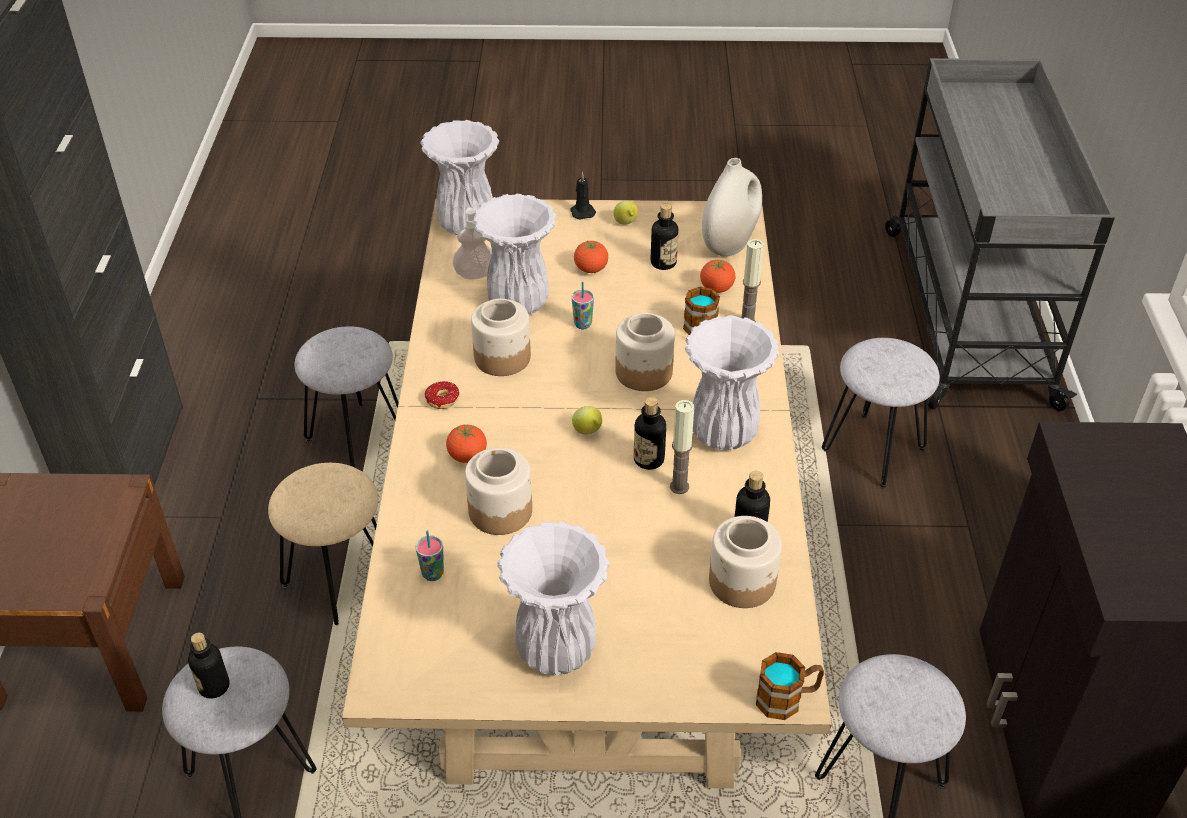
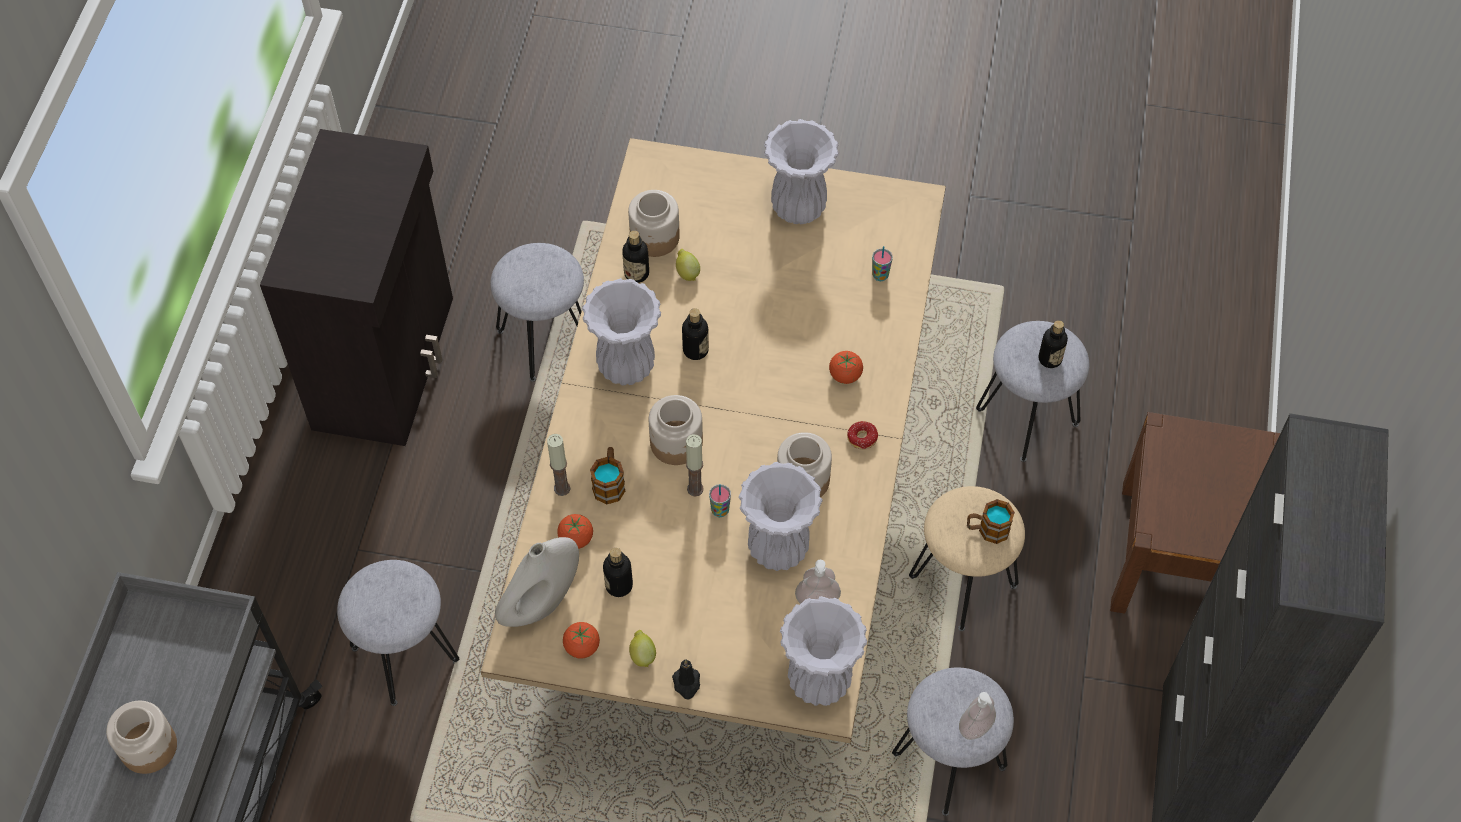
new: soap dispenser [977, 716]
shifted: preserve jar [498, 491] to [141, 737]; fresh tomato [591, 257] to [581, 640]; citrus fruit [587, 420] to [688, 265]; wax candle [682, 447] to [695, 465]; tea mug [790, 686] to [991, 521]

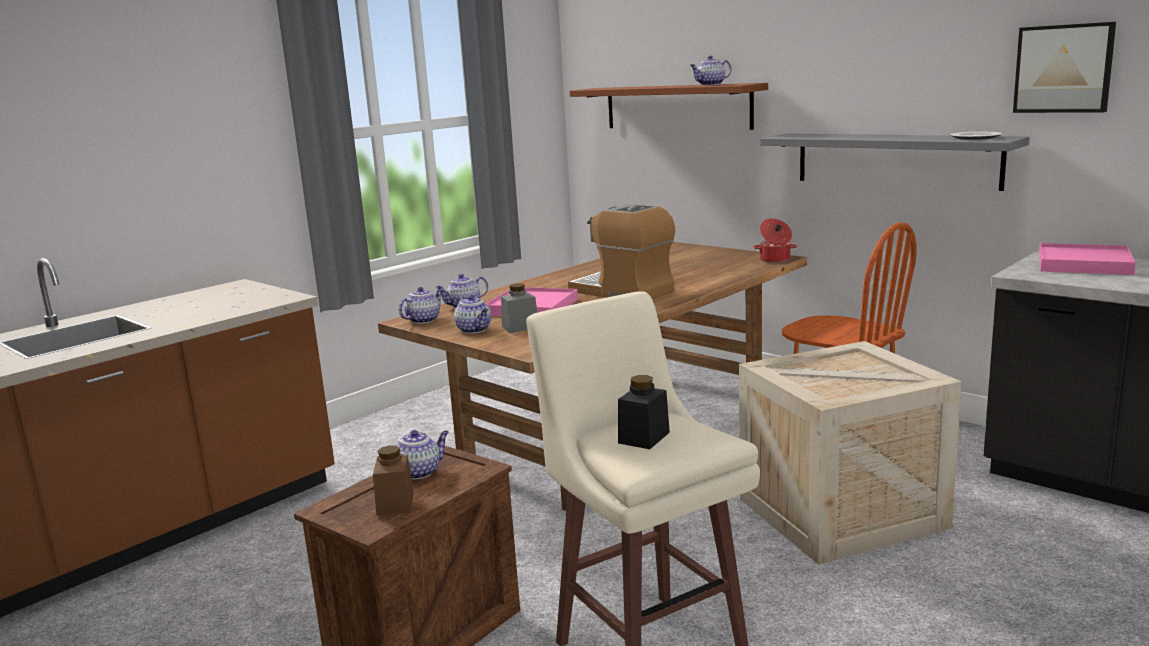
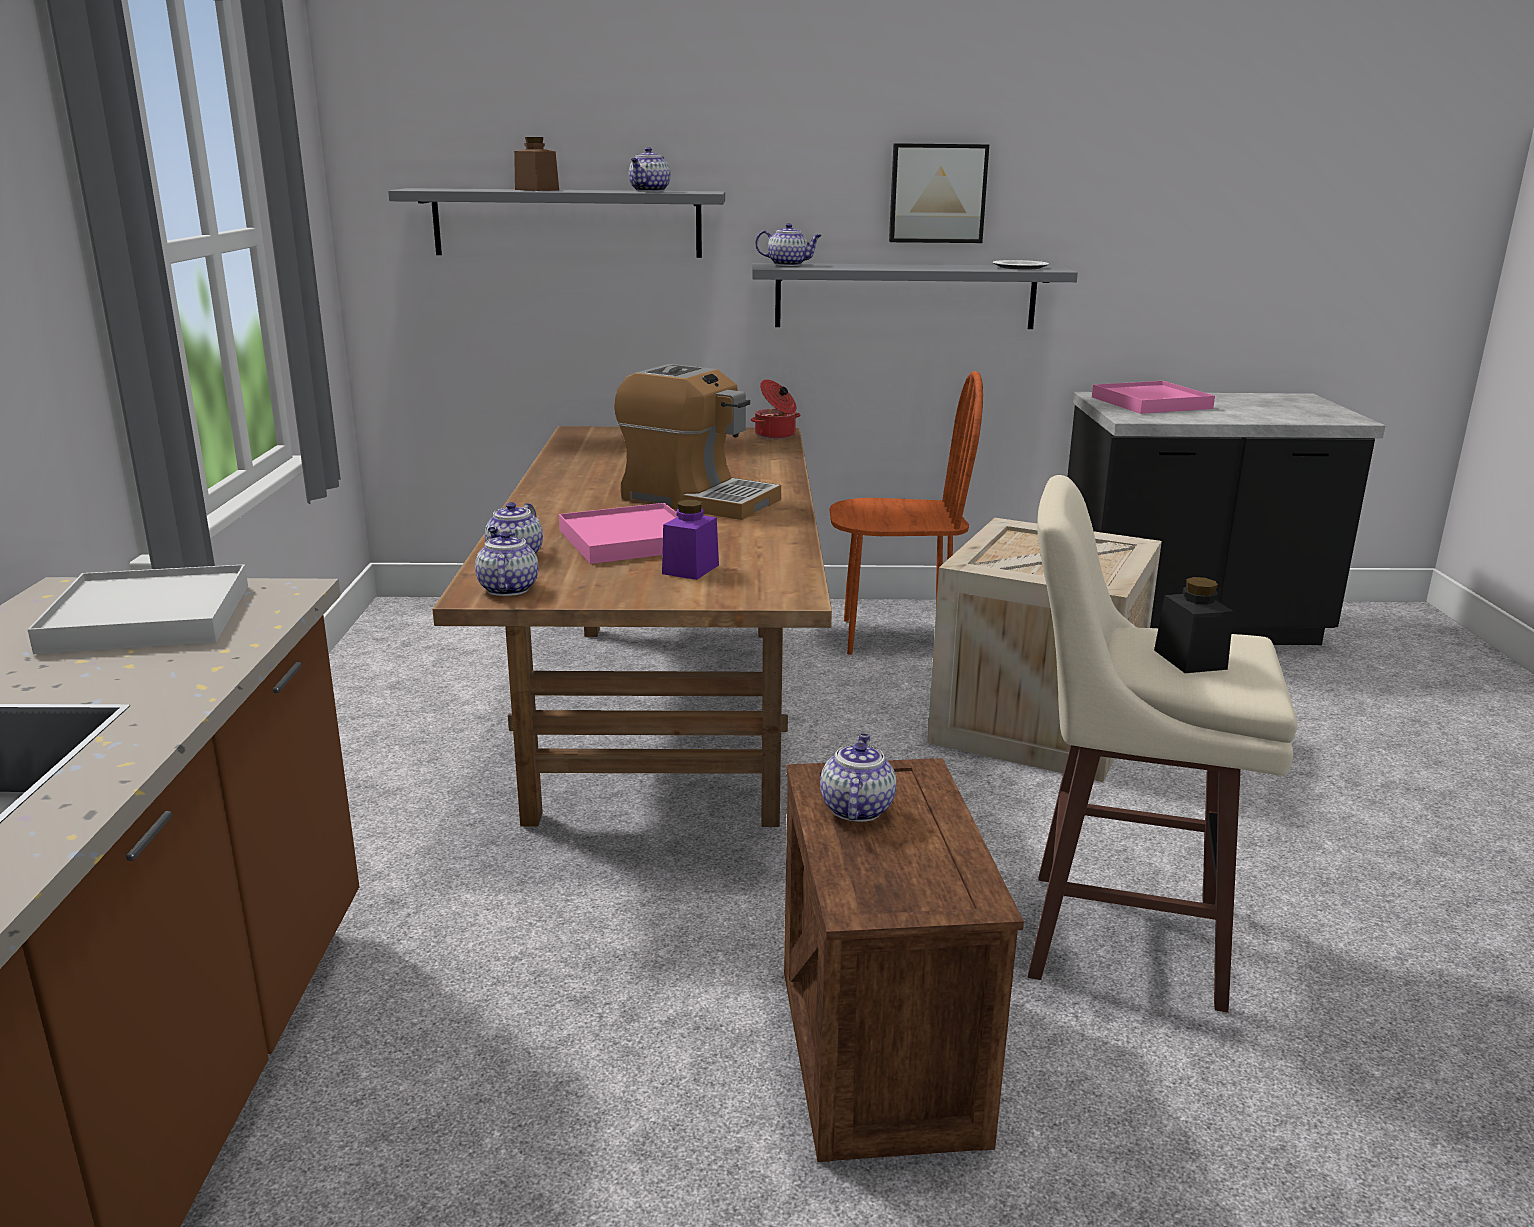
new: serving tray/white [137, 609]
shifted: preserve jar/brown-coloured [393, 480] to [536, 164]; tea pot [472, 314] to [788, 244]; picture [1064, 67] to [939, 193]
repainted: wall shelf/brown-coloured [669, 106] to wall shelf/gray [556, 223]; preserve jar/gray [519, 308] to preserve jar/purplish [690, 540]
rotated: coffee brewer [621, 251] = [697, 442] 150 degrees counterclockwise

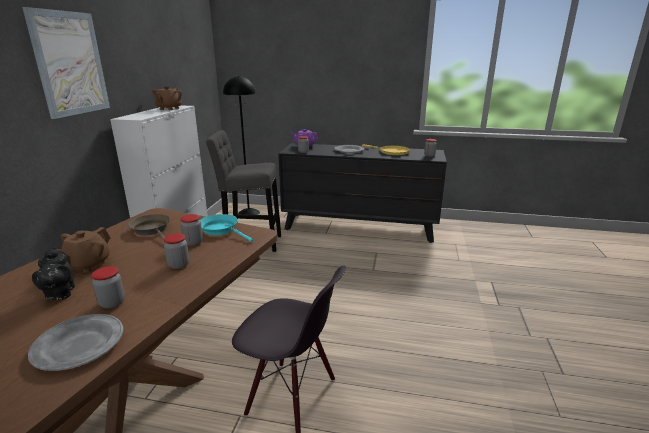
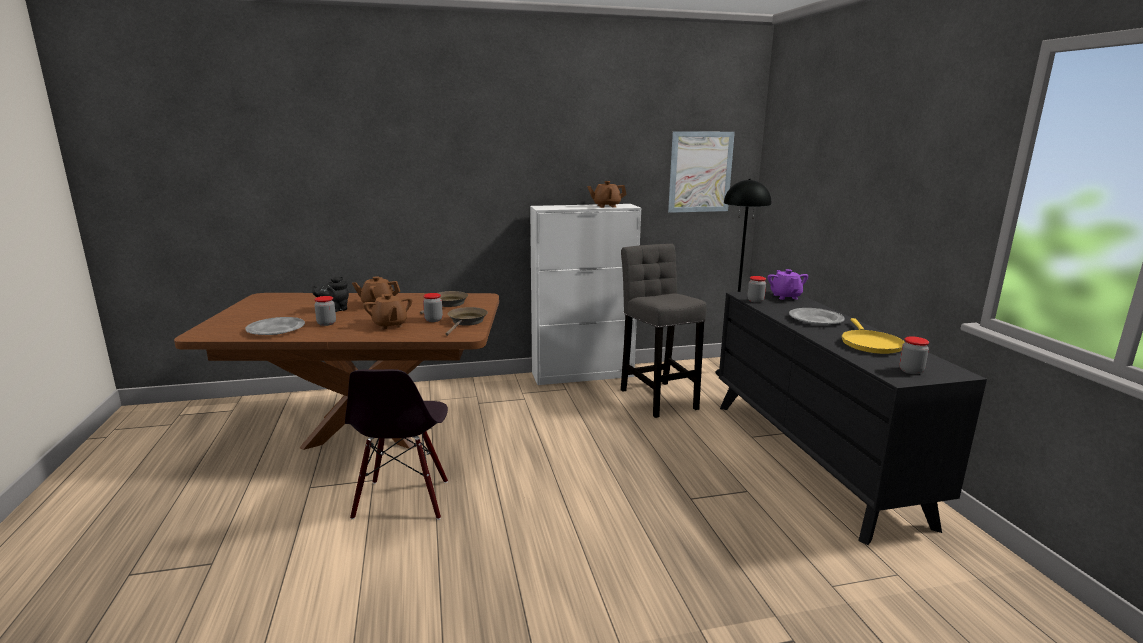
shifted: picture [66, 63] to [701, 172]
swapped: preserve jar [176, 251] to tea pot/brown-coloured [387, 312]
repainted: pan/blue-green [226, 228] to pan/brown-coloured [466, 321]

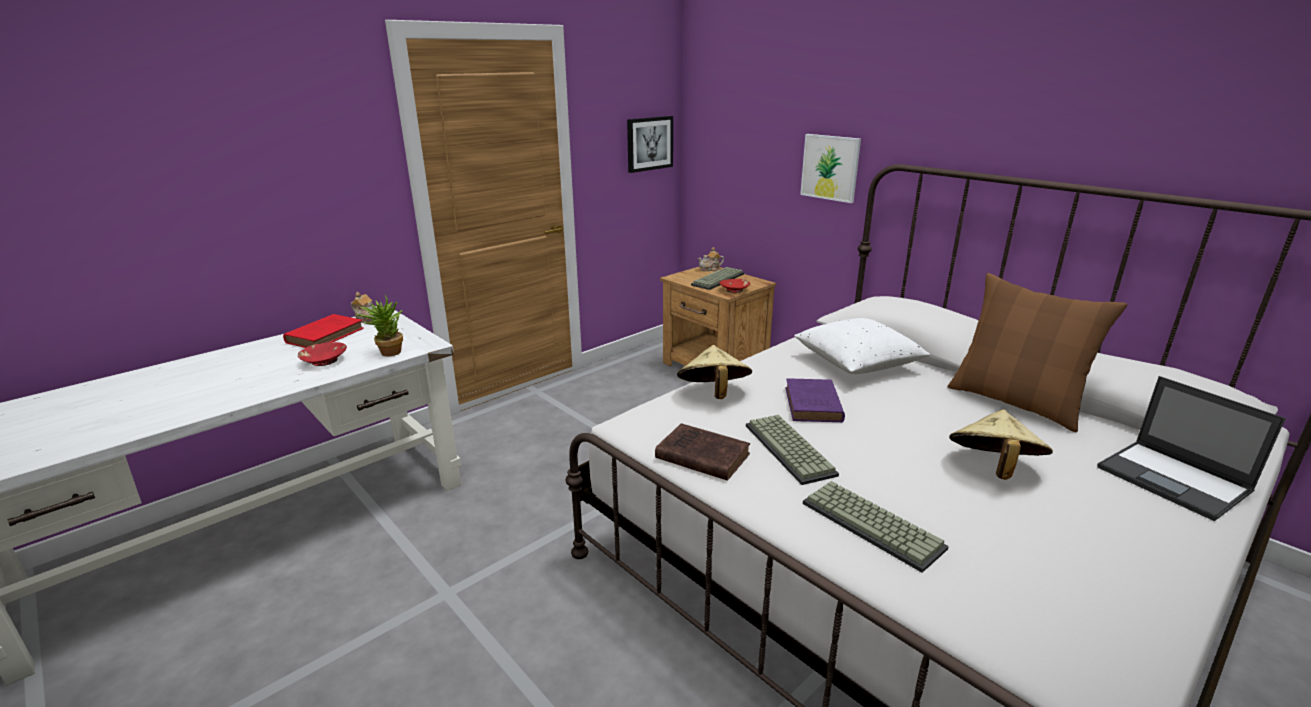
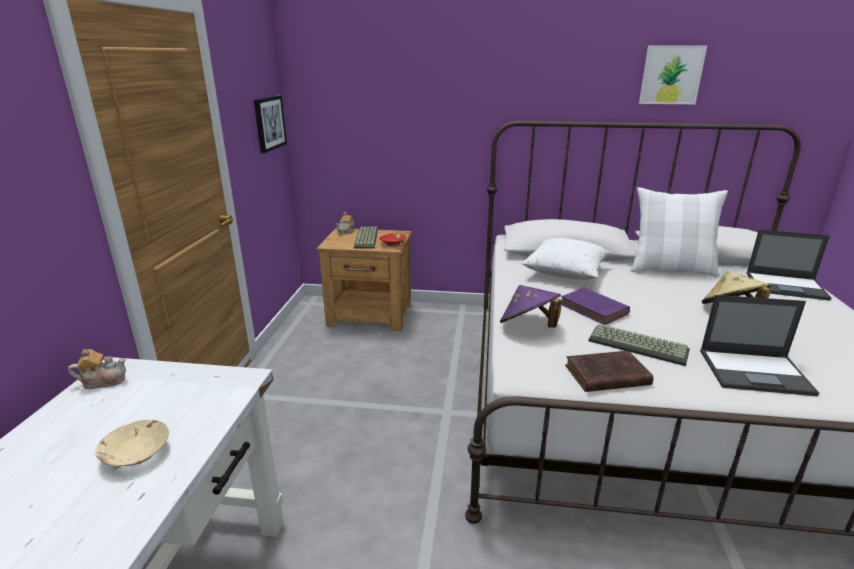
gone: book/reddish [323, 331]; potted plant [379, 325]
shifted: picture [830, 168] to [673, 74]
swapped: keyboard [876, 527] to notebook computer [759, 345]
repainted: deep dish/reddish [322, 354] to deep dish/beige-coloured [132, 443]; clothing hat/beige-coloured [714, 372] to clothing hat/purplish [531, 306]; throw pillow/brown-coloured [1037, 352] to throw pillow/white [679, 231]

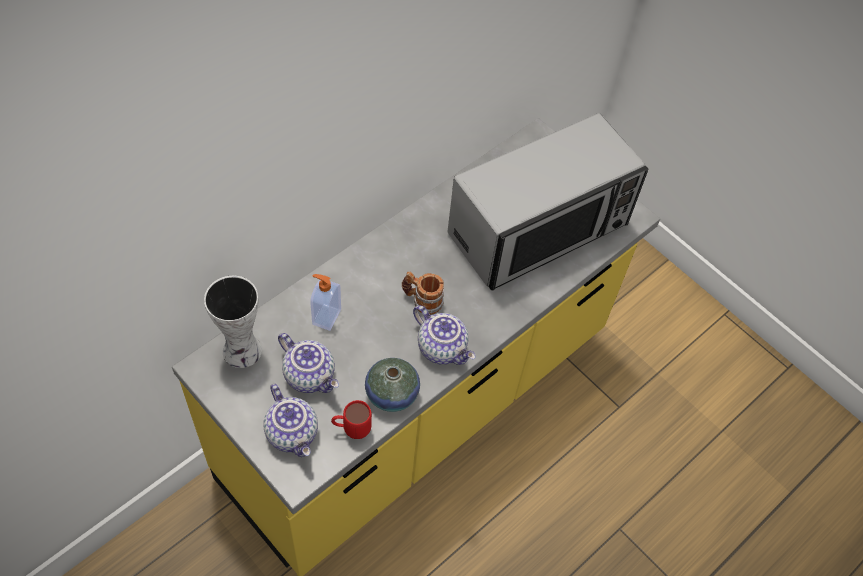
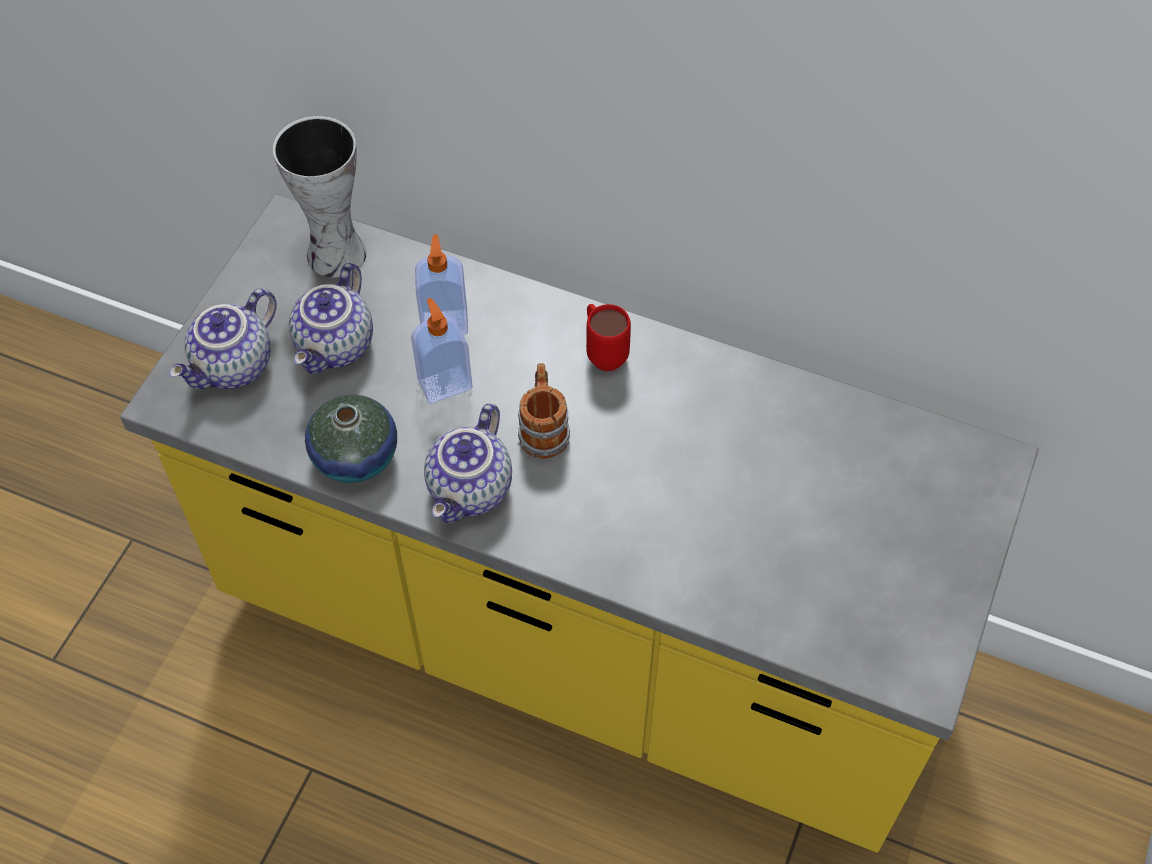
gone: kitchen microwave [548, 201]
new: soap dispenser [442, 351]
shifted: tea mug/reddish [351, 419] to [608, 337]

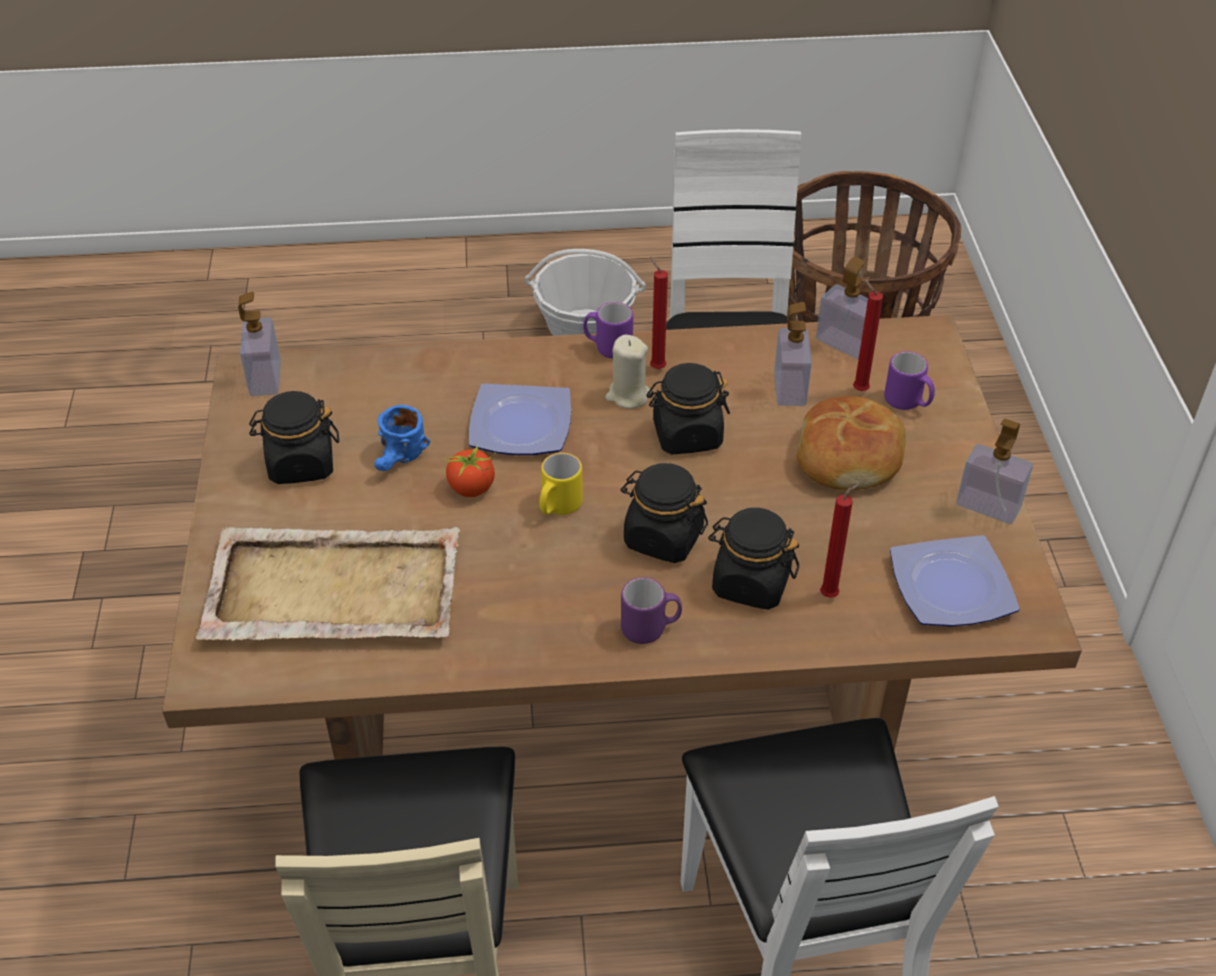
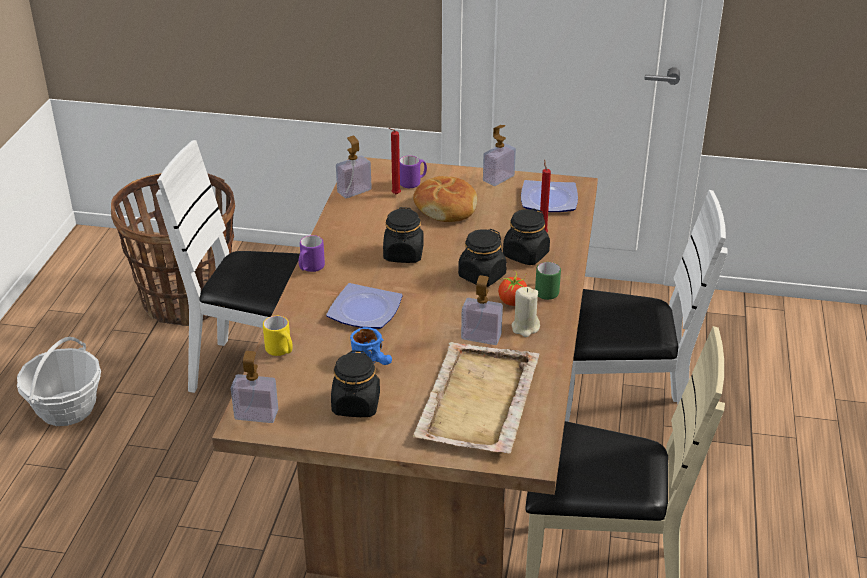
gone: wax candle/reddish [659, 313]
shifted: tea mug/yellow-coloured [561, 484] to [278, 336]; soap dispenser [793, 354] to [482, 310]; fresh tomato [469, 470] to [512, 288]; wax candle/beige-coloured [628, 371] to [525, 312]
repainted: tea mug/purplish [651, 610] to tea mug/green-coloured [548, 281]

